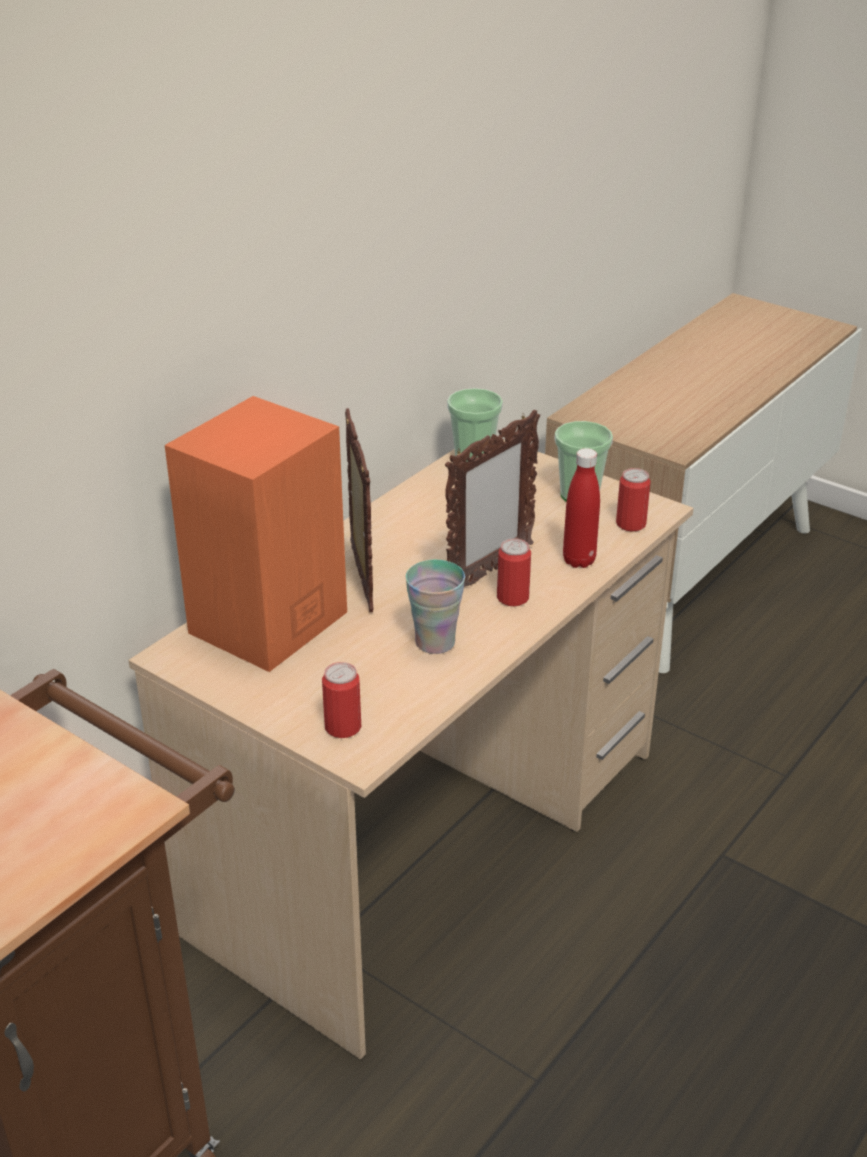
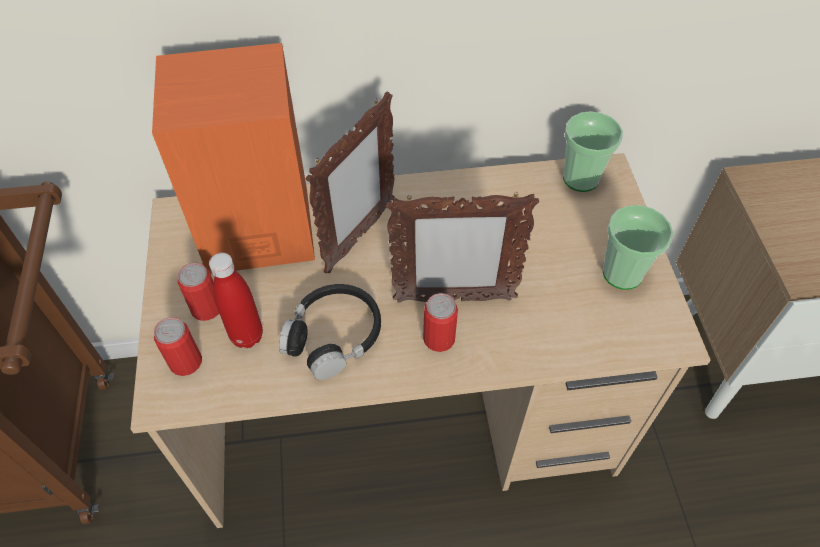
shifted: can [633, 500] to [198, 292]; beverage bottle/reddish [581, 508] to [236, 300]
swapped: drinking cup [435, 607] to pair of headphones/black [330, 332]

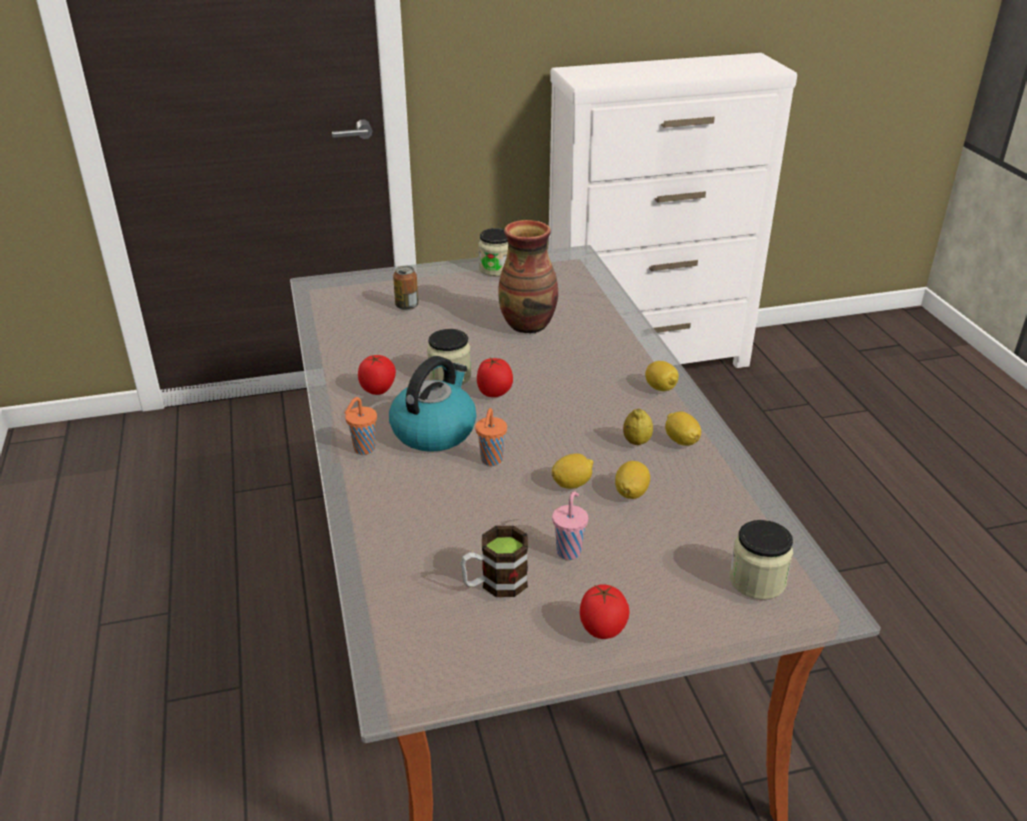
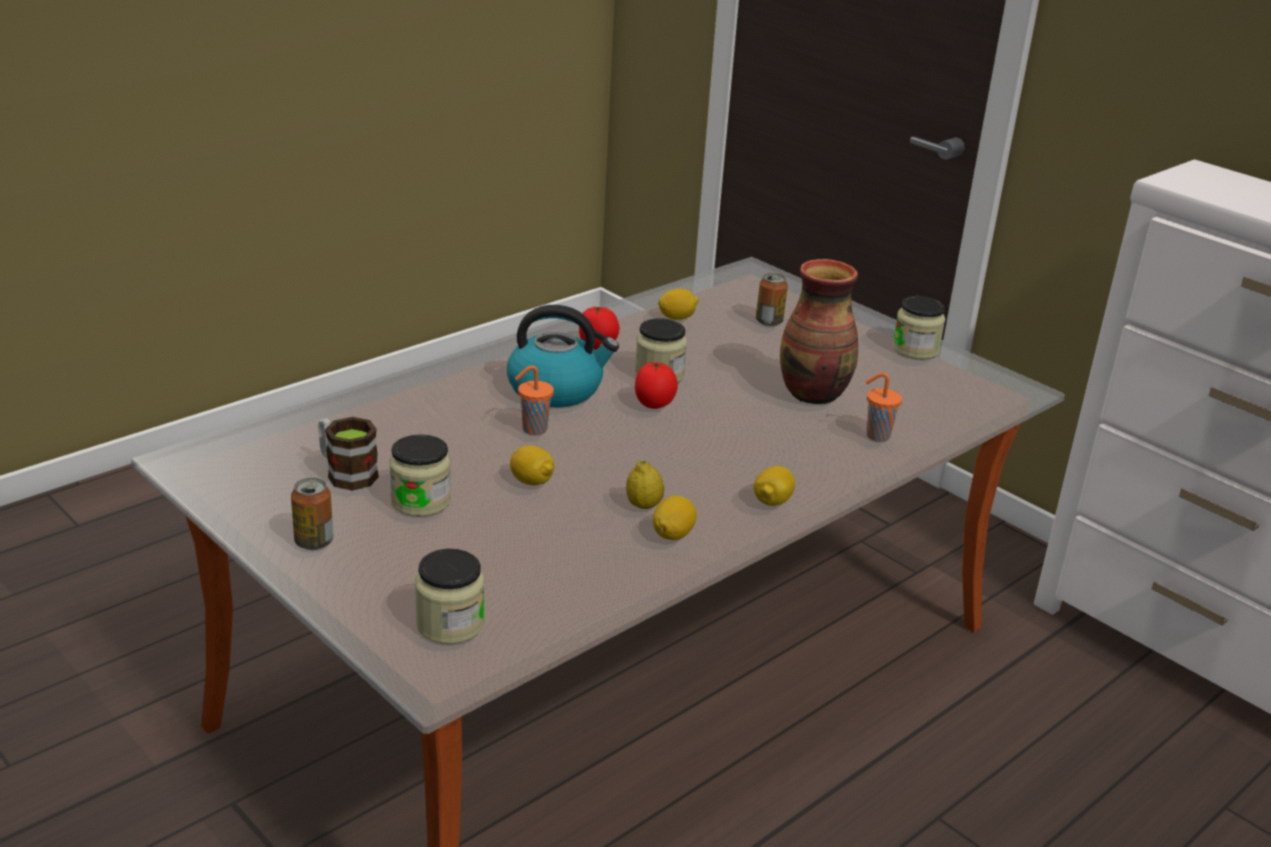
shifted: citrus fruit [632, 480] to [678, 304]; drinking cup/orange-coloured [361, 426] to [883, 407]
swapped: fresh tomato [604, 611] to can [312, 514]; drinking cup/pink-coloured [570, 525] to preserve jar [420, 475]

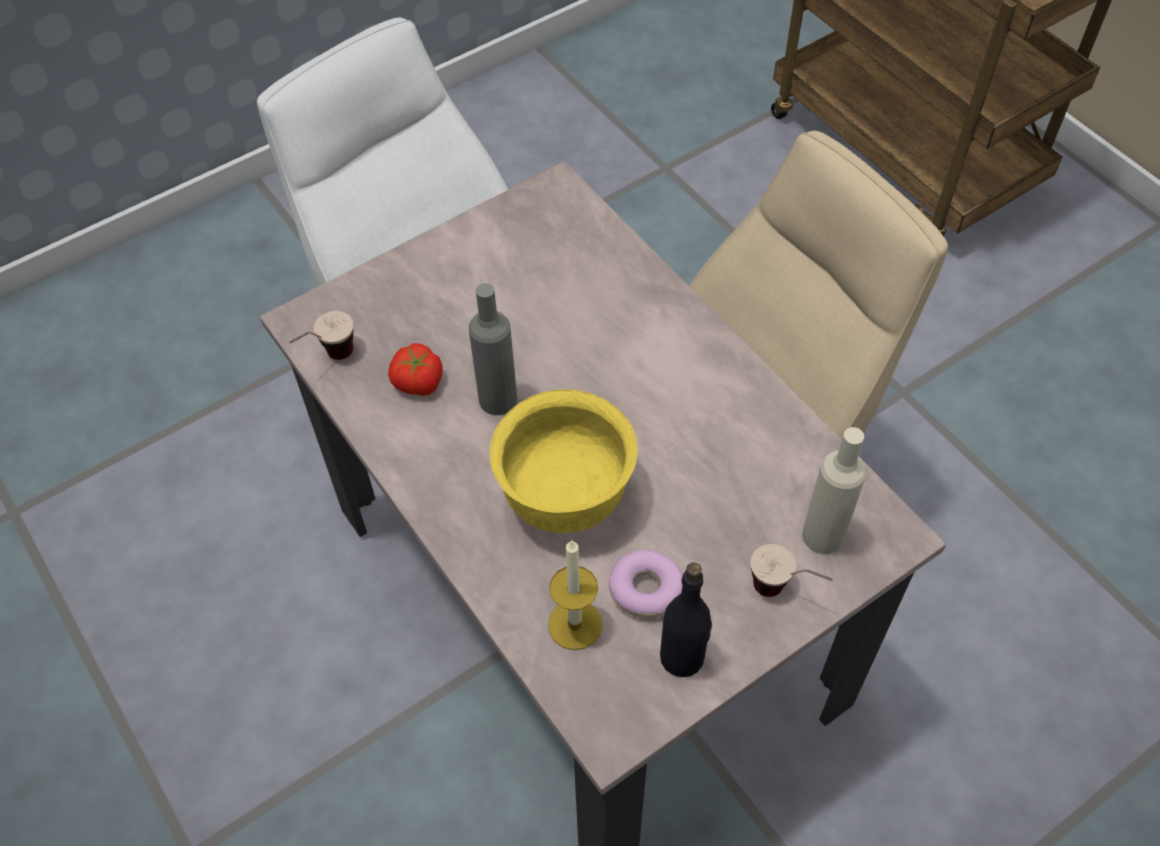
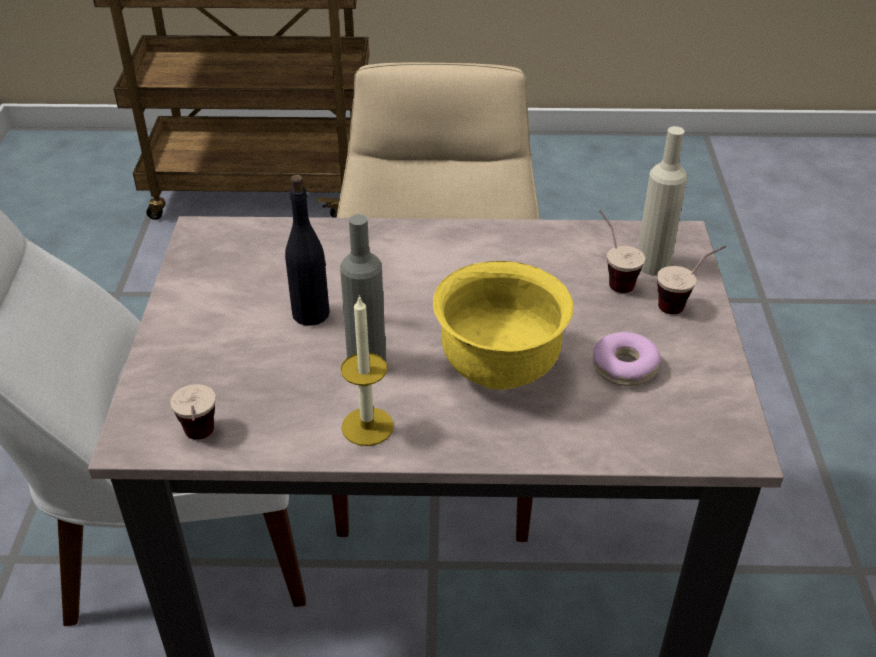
gone: fresh tomato [415, 369]
new: drinking cup [622, 251]
shifted: beverage bottle/black [686, 619] to [307, 250]; wax candle [575, 595] to [367, 370]

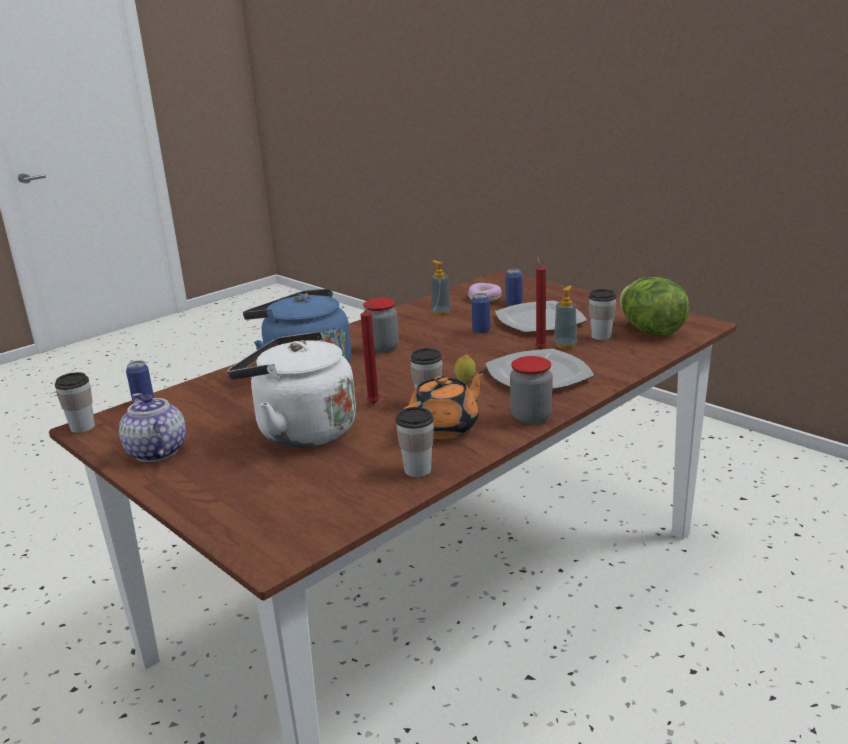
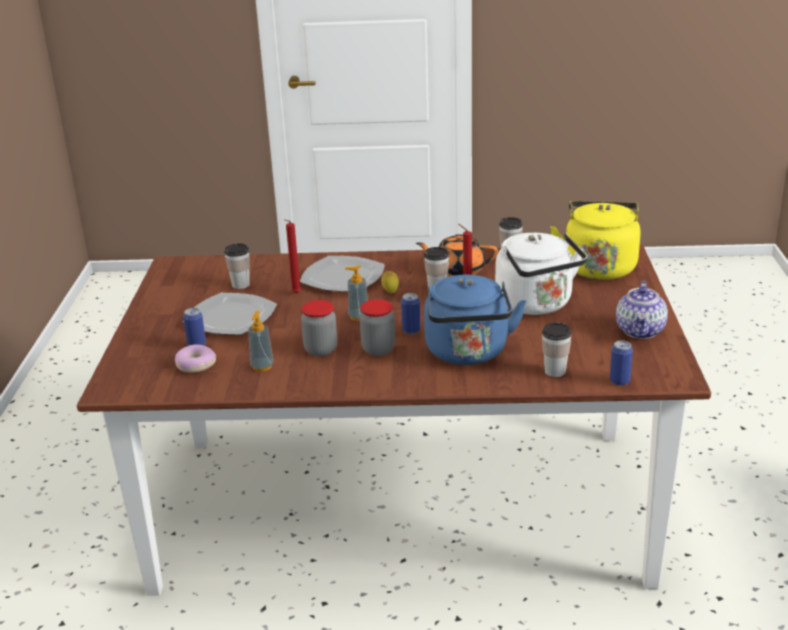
gone: lettuce head [654, 306]
new: water kettle/yellow-coloured [595, 240]
shifted: preserve jar [531, 390] to [319, 328]; soap dispenser [565, 317] to [356, 293]; can [480, 313] to [410, 313]; drinking cup [75, 402] to [557, 349]

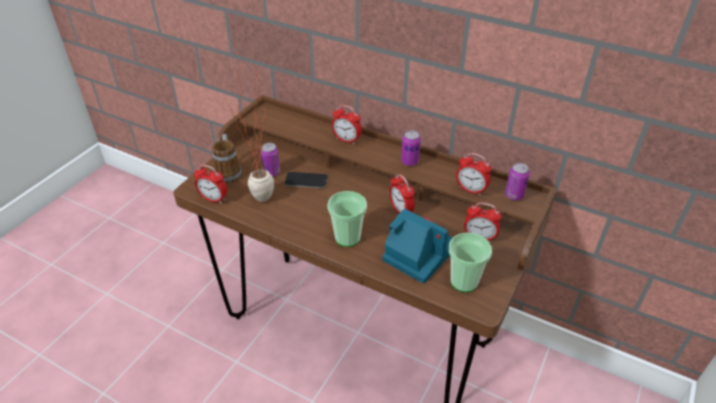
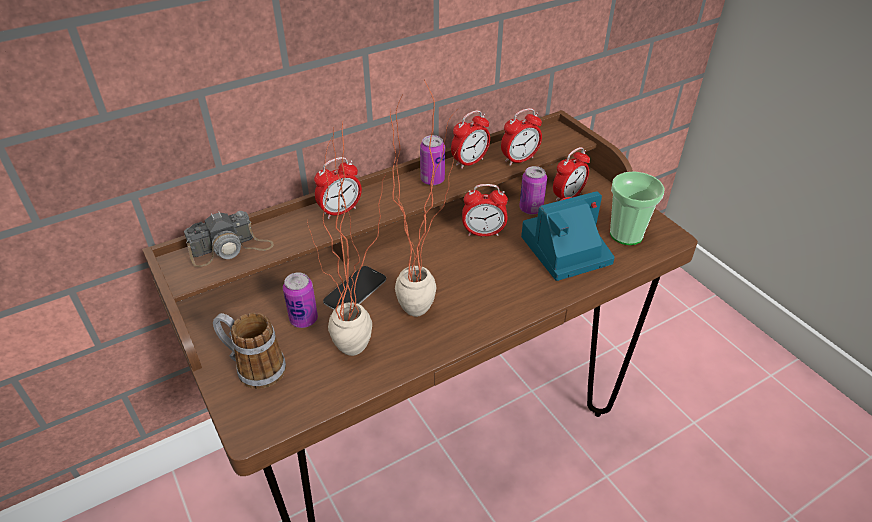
gone: drinking cup [347, 219]
new: photo camera [229, 239]; potted plant [424, 198]
shifted: table clock [210, 184] to [470, 139]; can [517, 182] to [533, 190]

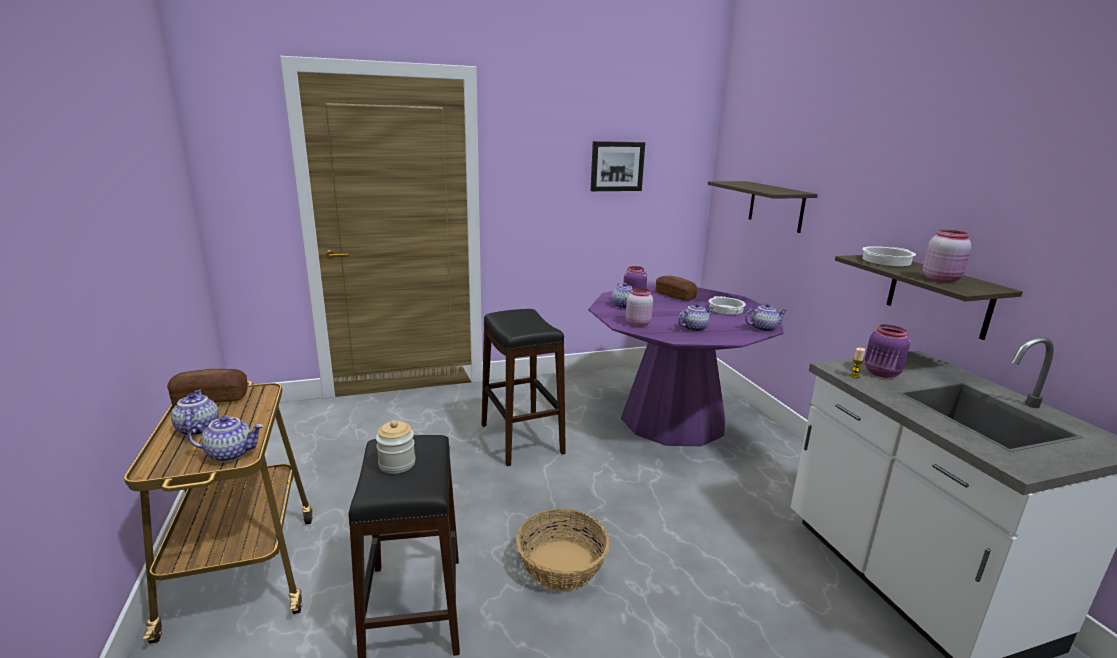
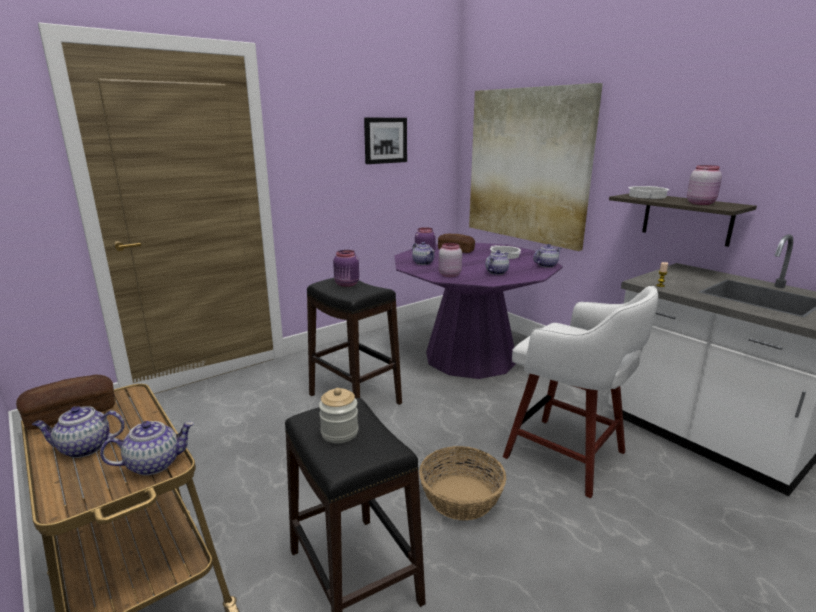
new: sitting stool/white [580, 392]
shifted: preserve jar/purplish [887, 351] to [346, 268]
swapped: wall shelf [763, 207] to picture [536, 167]
rotated: tea pot [195, 413] = [78, 432] 60 degrees counterclockwise

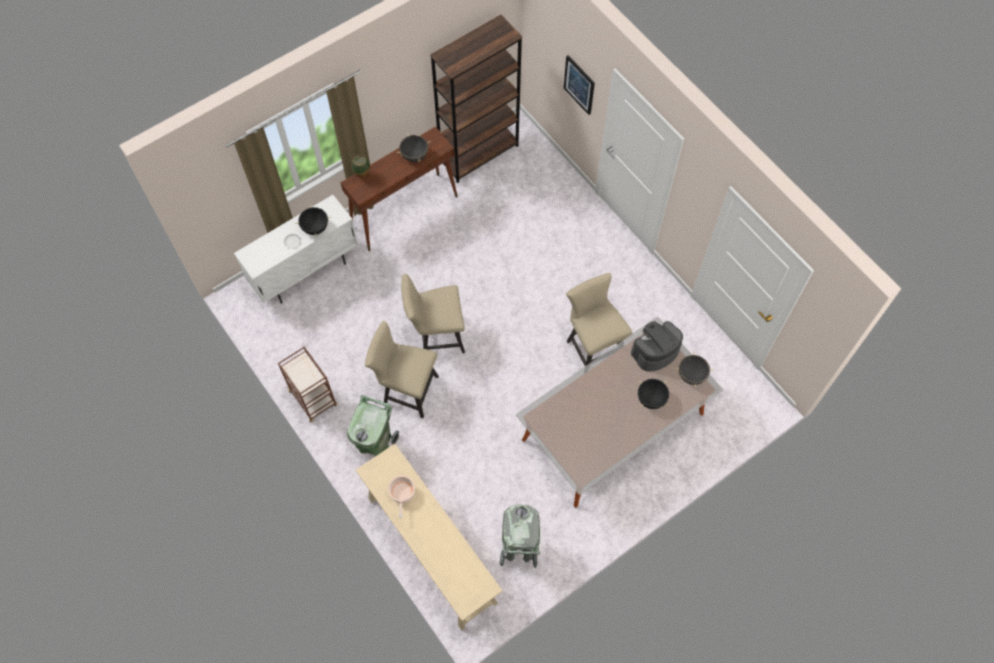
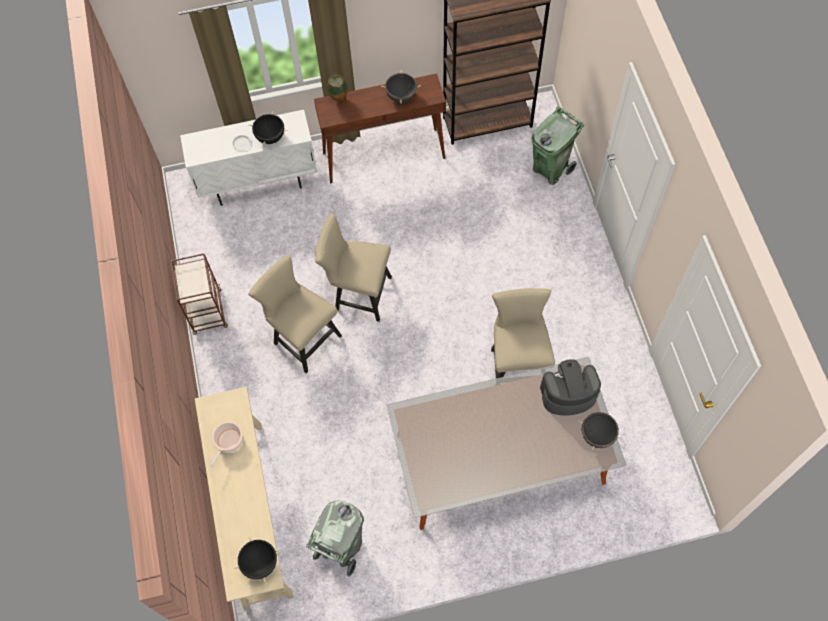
gone: picture [579, 85]
shifted: saucepot/black [653, 394] to [257, 559]; waste bin/green-coloured [373, 425] to [557, 145]

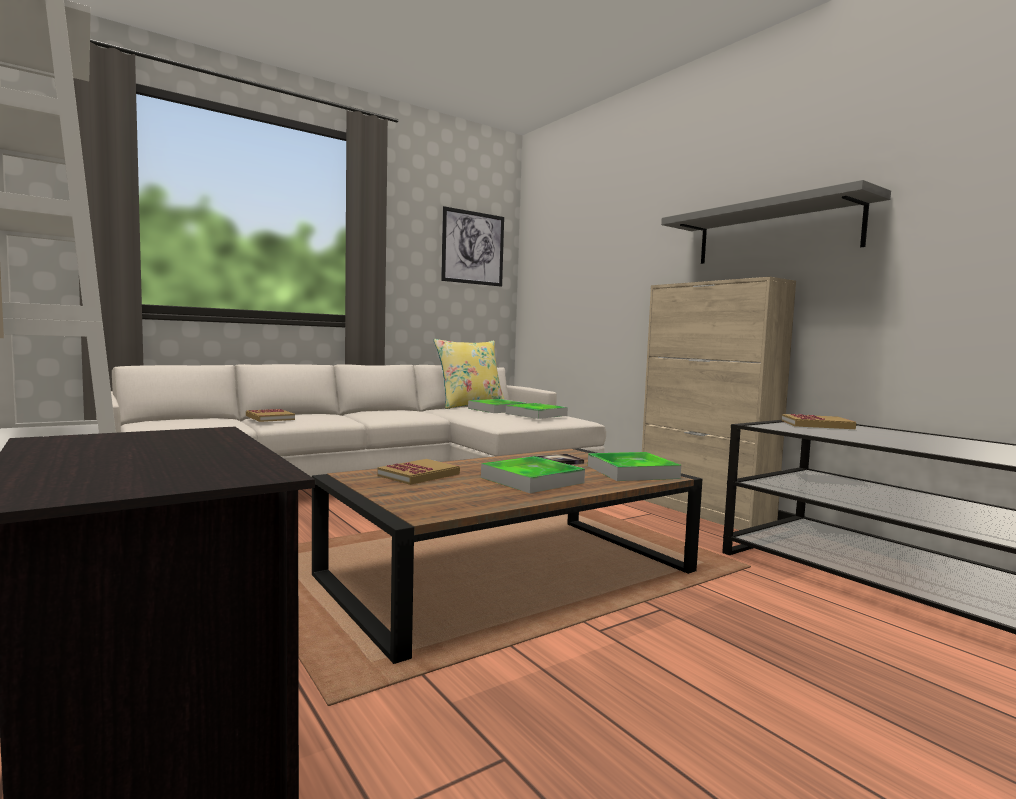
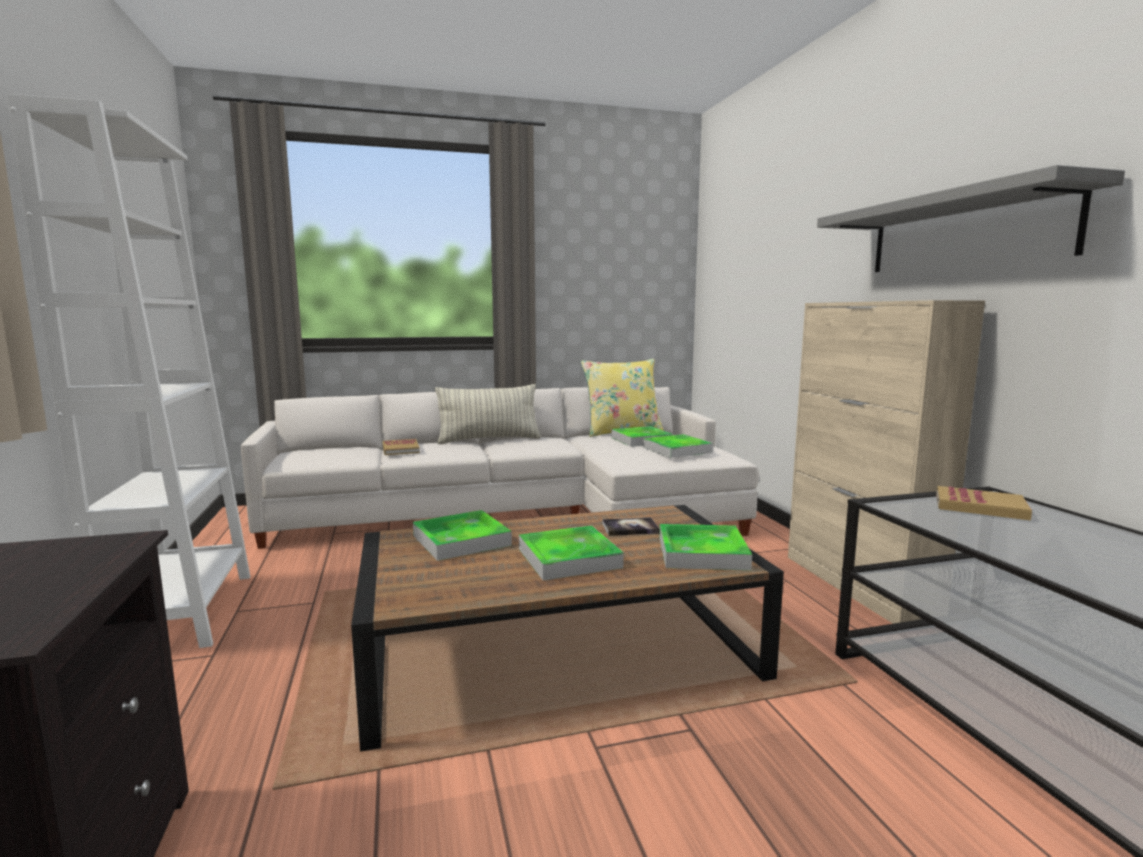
gone: picture [472, 246]
new: throw pillow [488, 414]
swapped: book [418, 472] to serving tray [462, 535]

